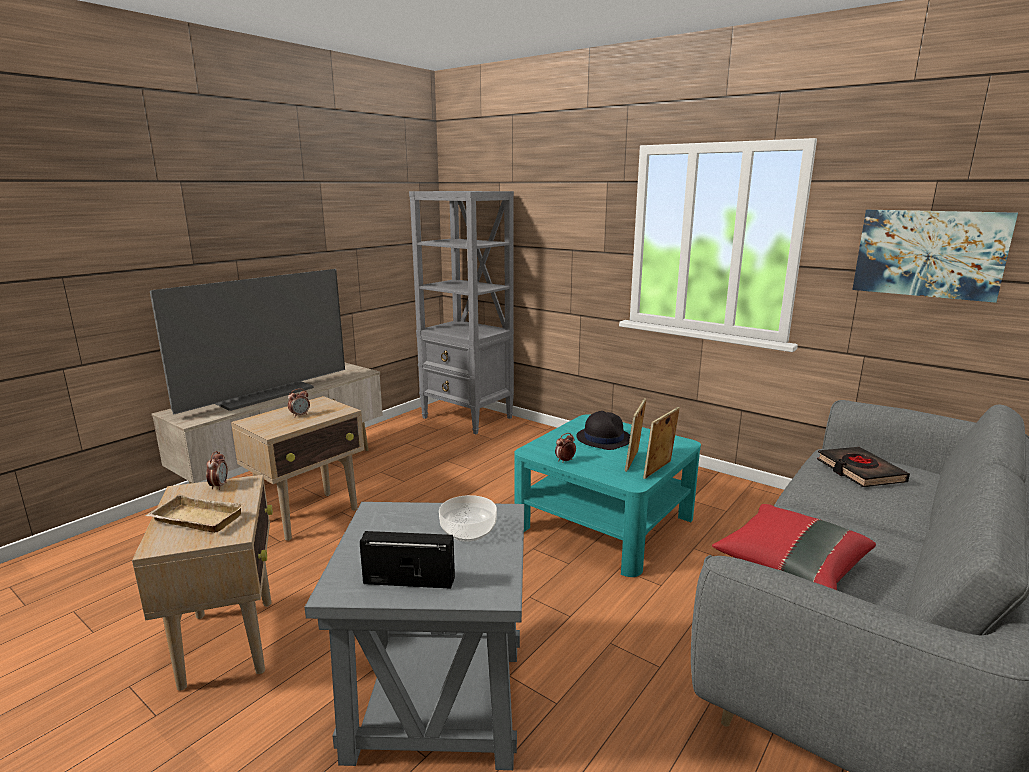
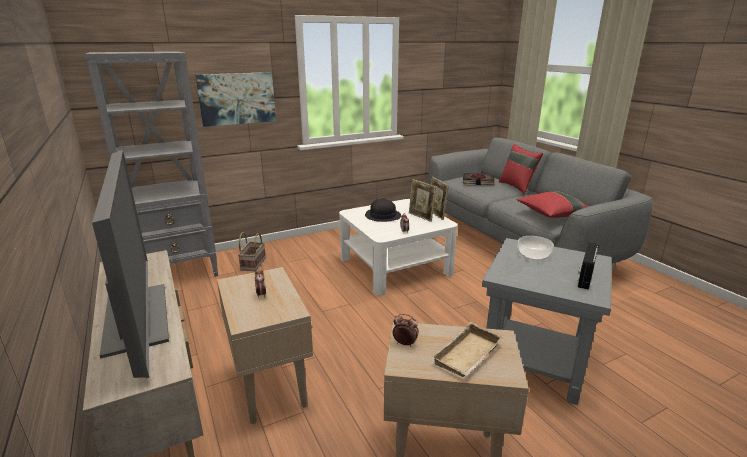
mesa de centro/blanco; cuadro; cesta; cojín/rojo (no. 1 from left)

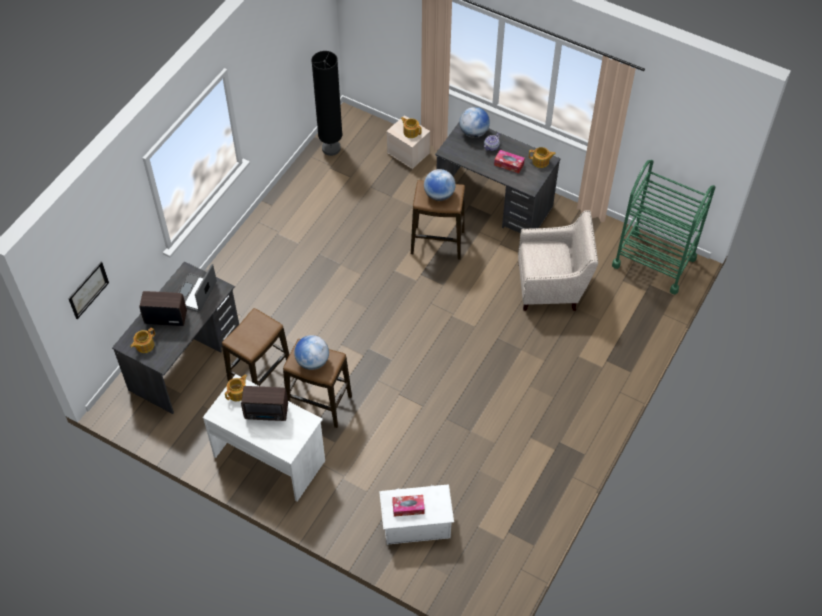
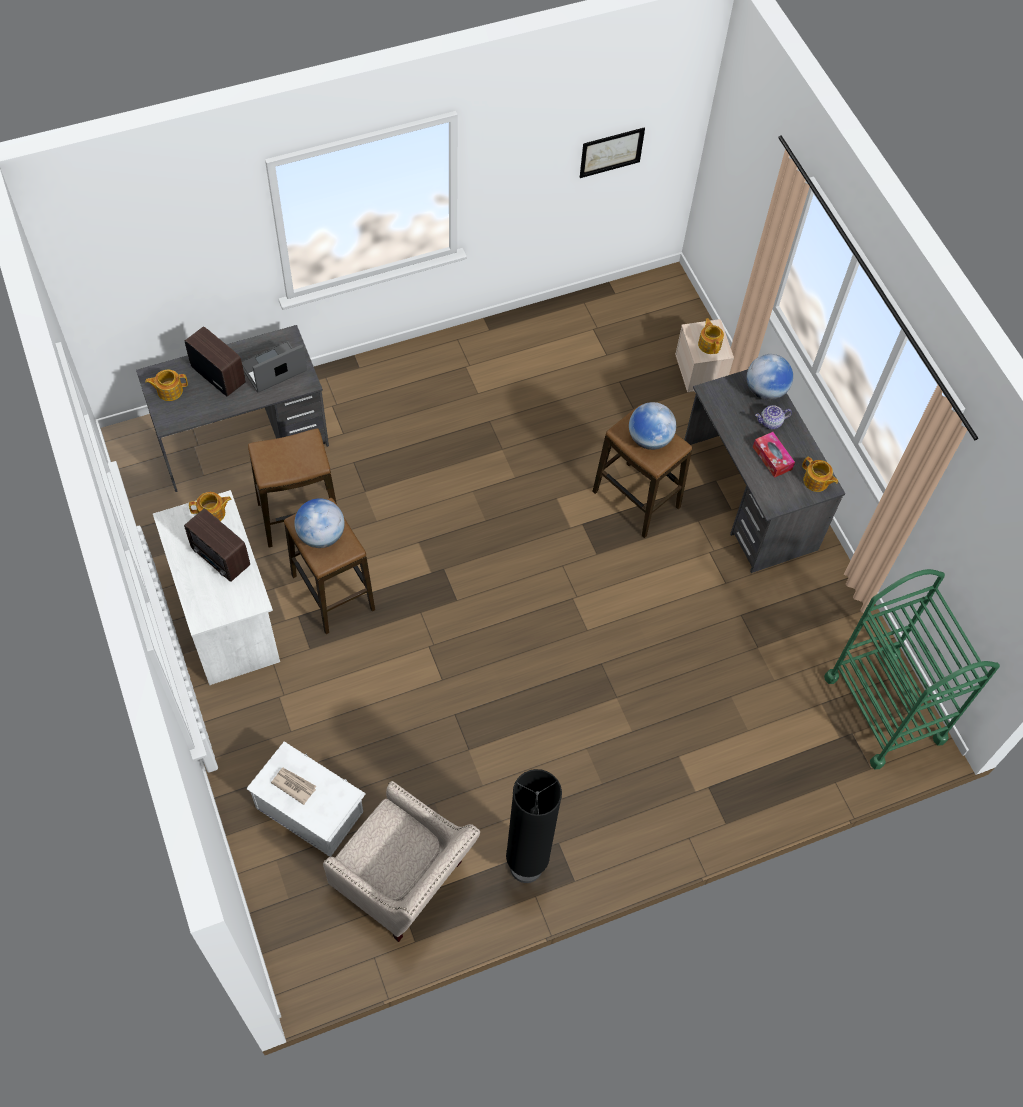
cuadro; lámpara de pie/negro; periódico; sillón/beis

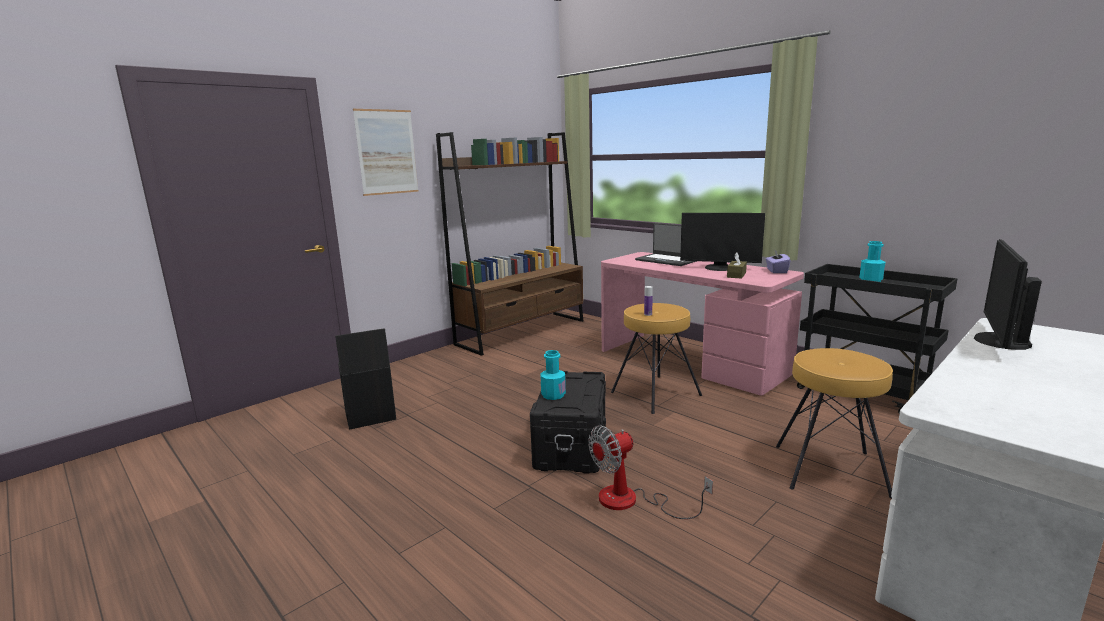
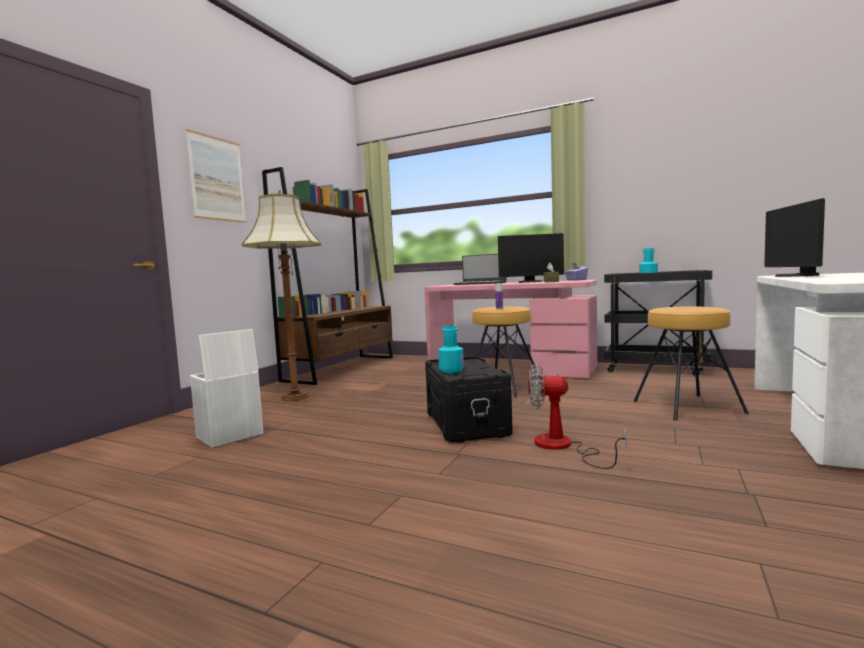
caja de almacenaje/blanco; ventilador; lámpara de pie

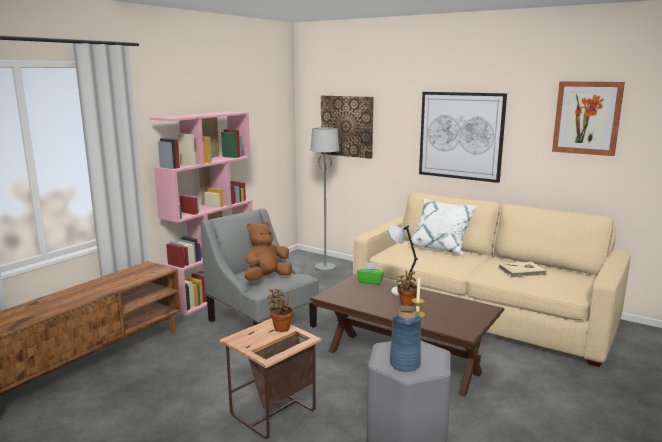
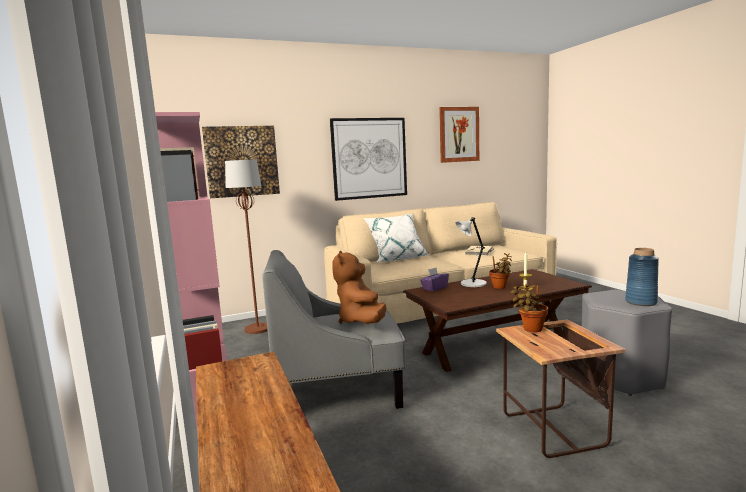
lámpara de pie/marrón; caja de pañuelos/morado

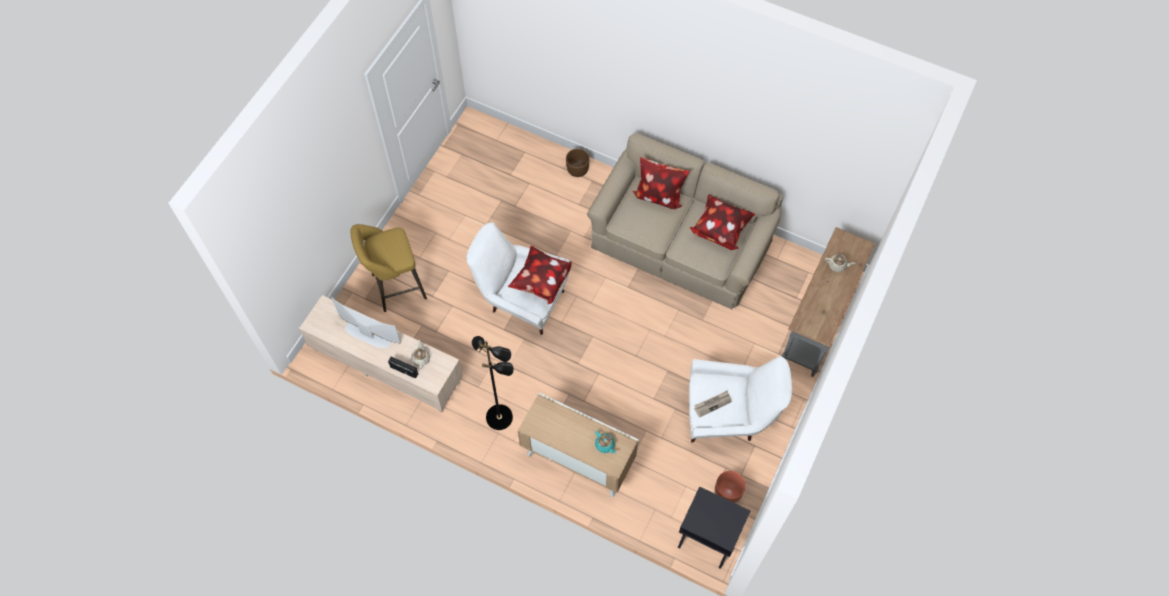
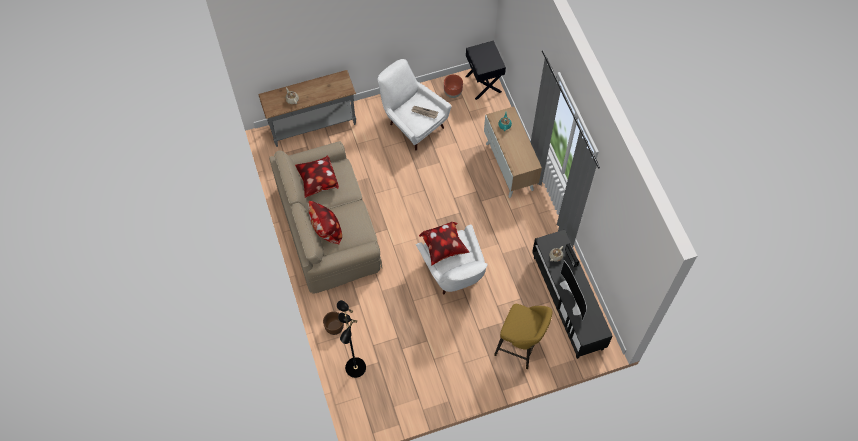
mueble de televisión/negro; lámpara de pie/negro

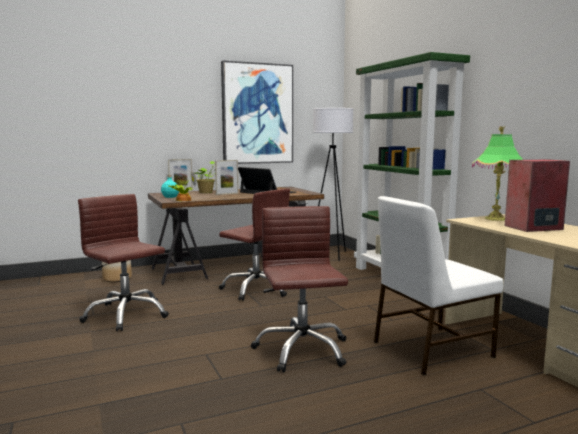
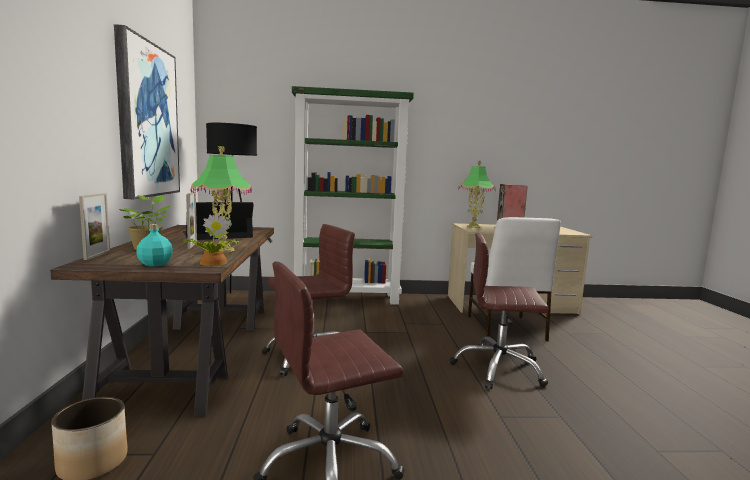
lámpara de pie/negro; lámpara de mesa (no. 1 from left)

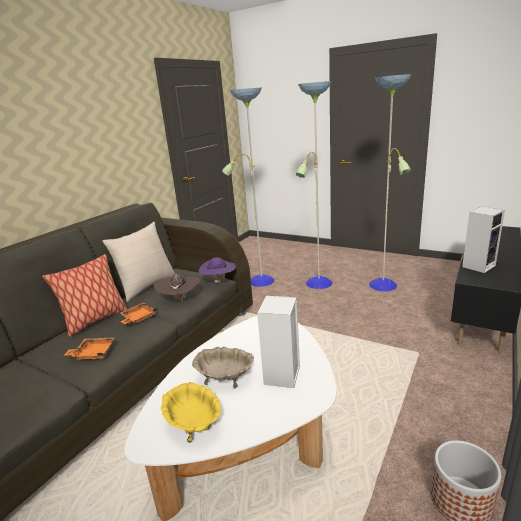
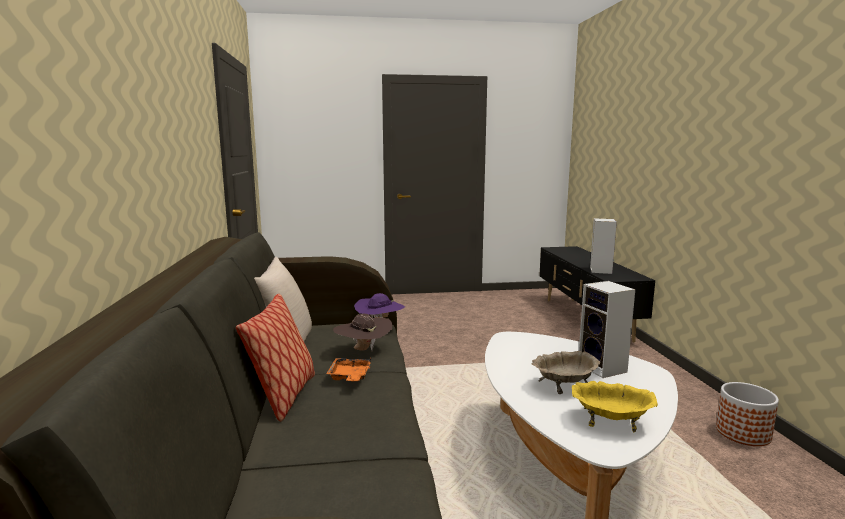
bandeja/naranja (no. 1 from left in the first image); lámpara de pie

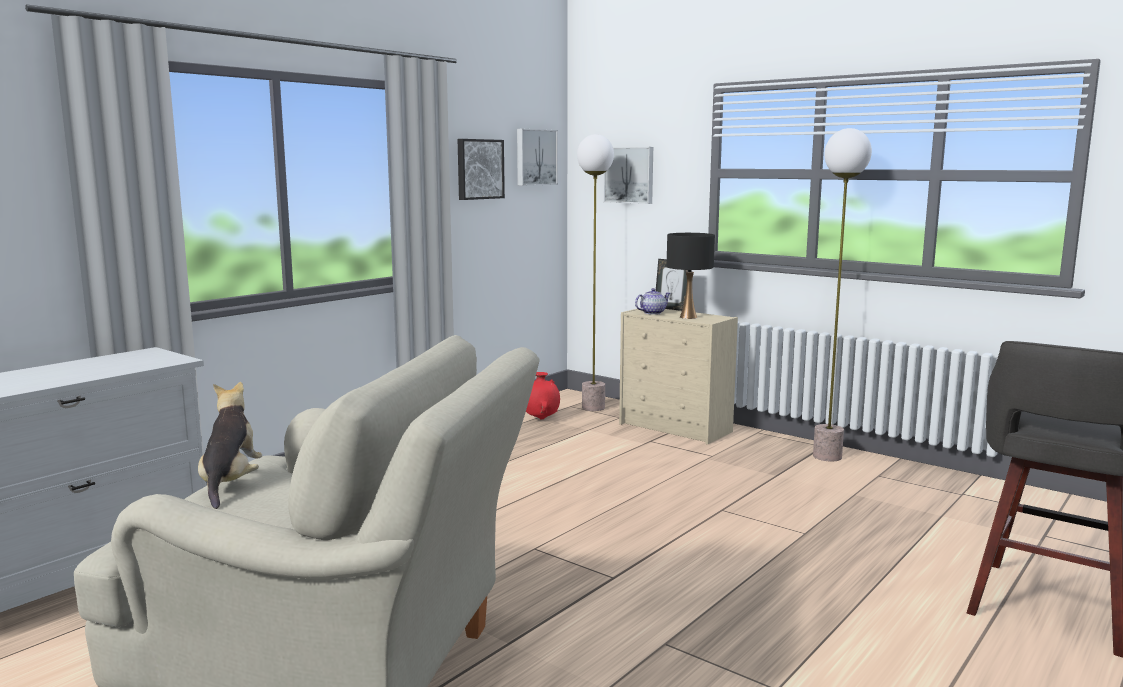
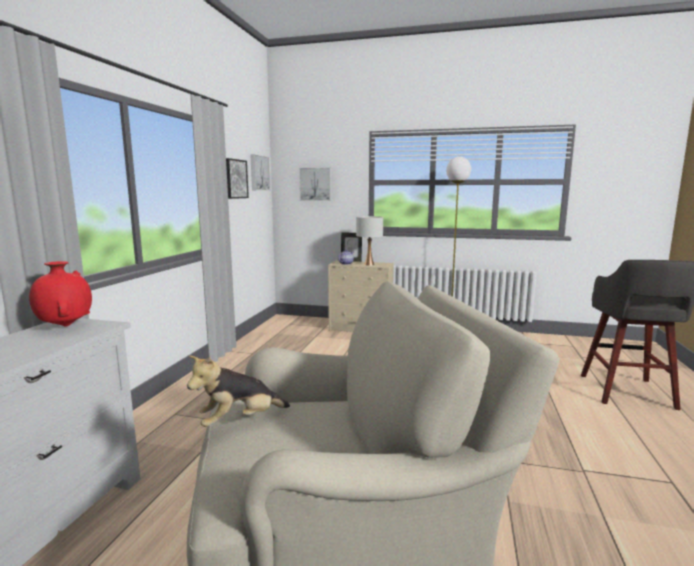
peluche; florero/rojo; lámpara de pie (no. 1 from left in the first image); lámpara de mesa/blanco

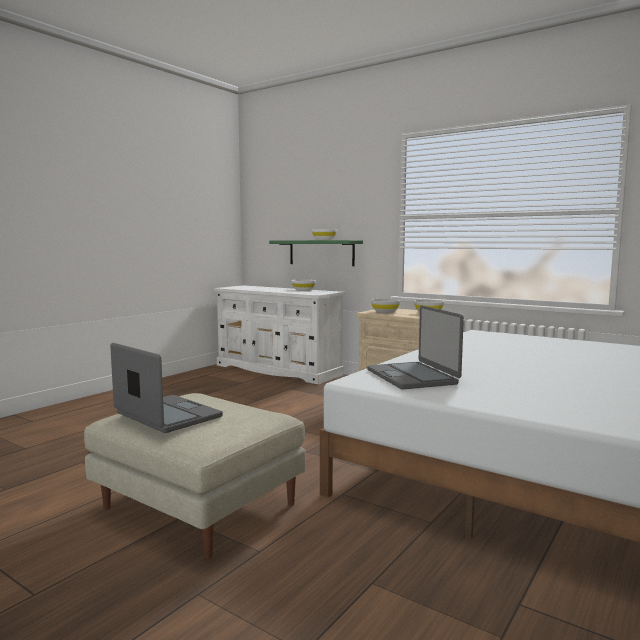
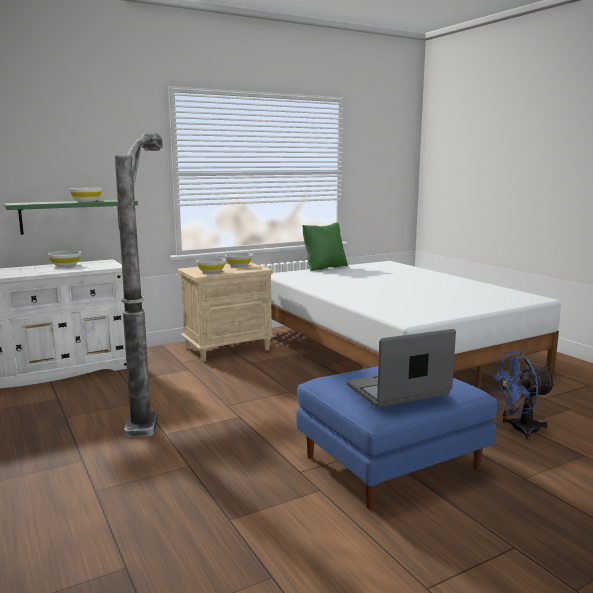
puf/azul; portátil (no. 2 from left in the first image); lámpara de pie; cojín/verde; ventilador/azul

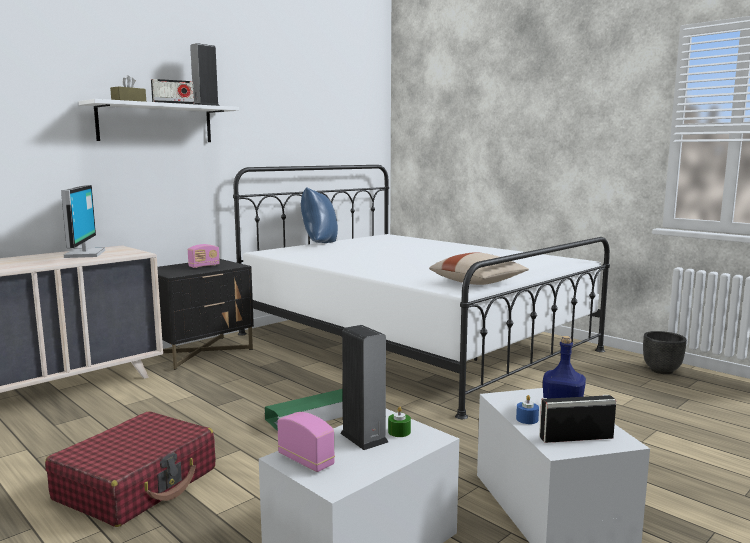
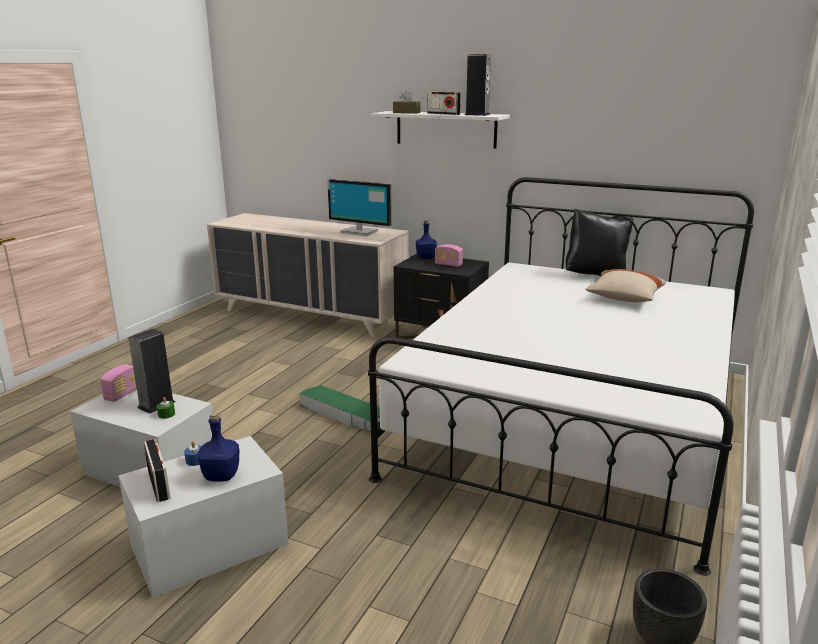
maleta/rojo; monitor; cojín/negro; cojín/beis; botella/azul (no. 2 from left)

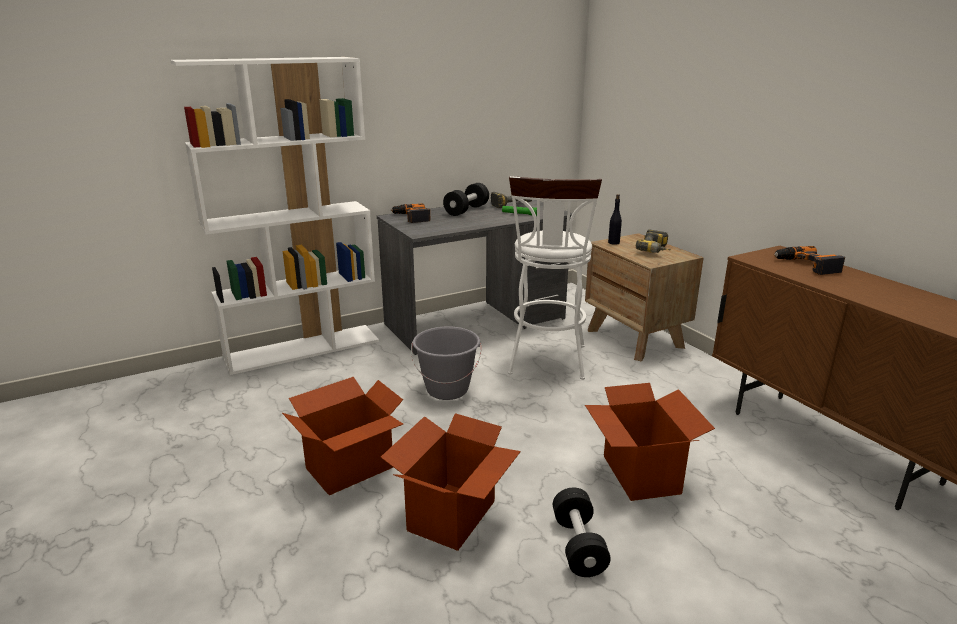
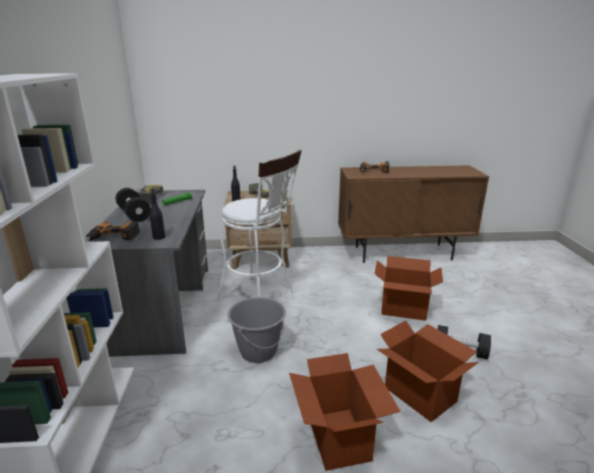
botella/negro (no. 1 from left)

